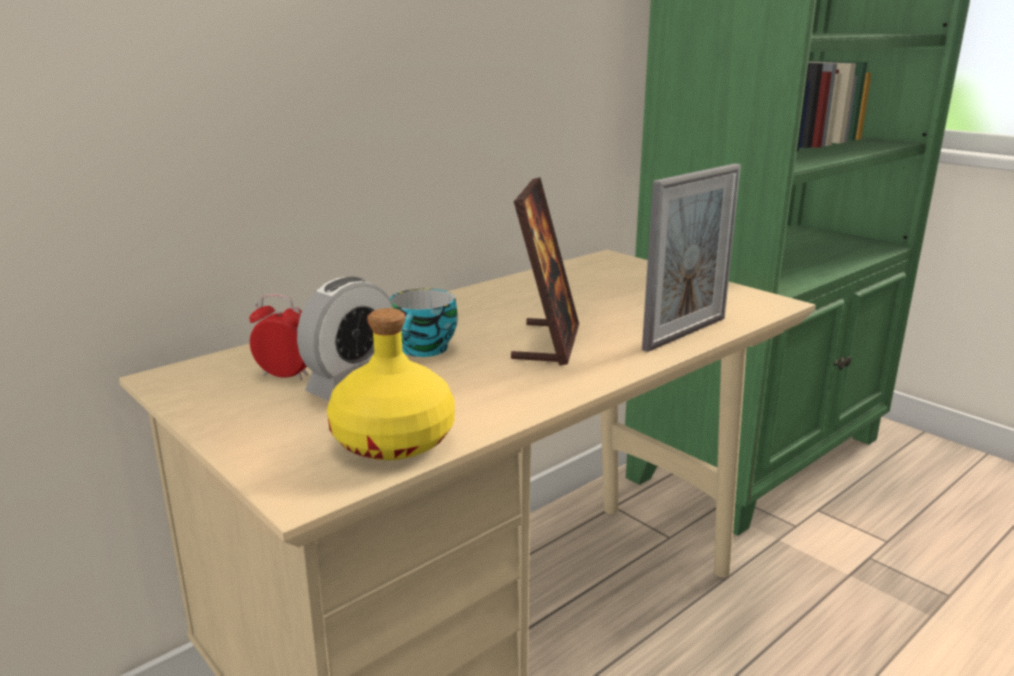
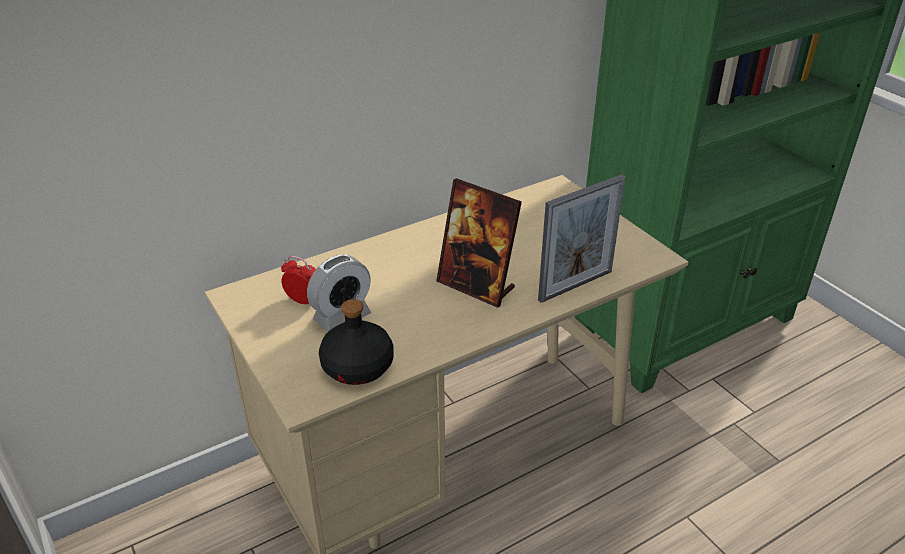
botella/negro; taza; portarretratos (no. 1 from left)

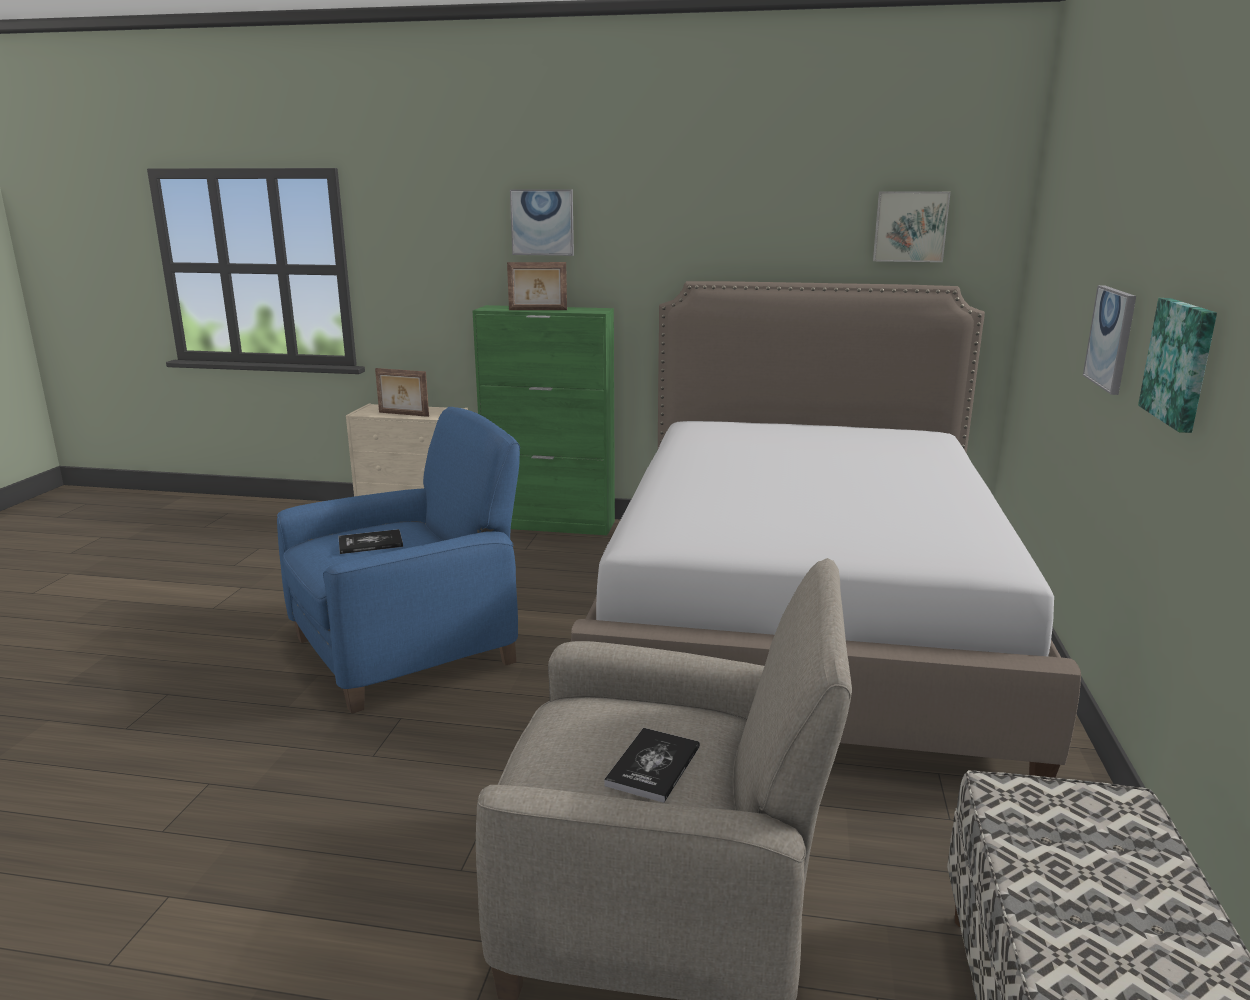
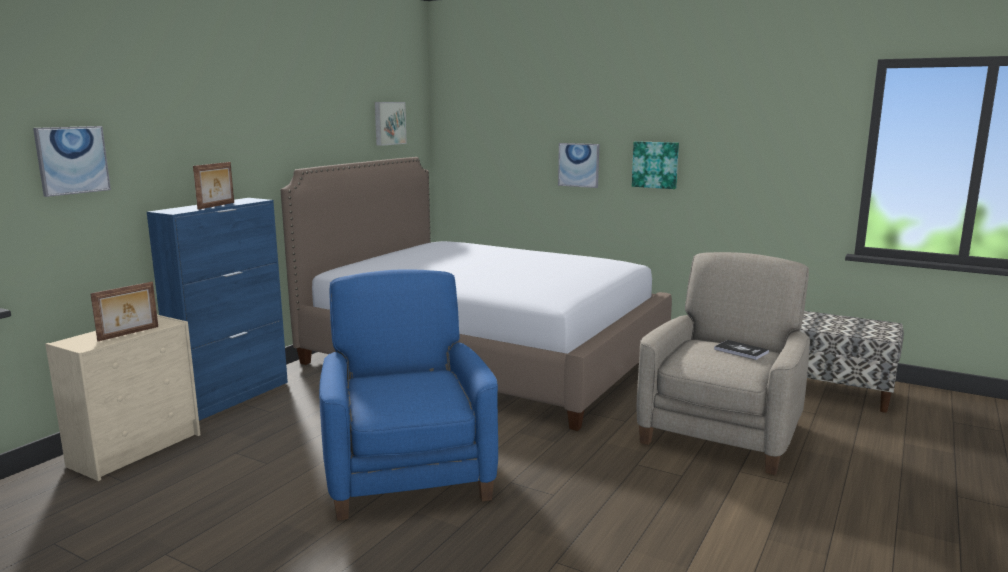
libro (no. 1 from left in the first image); armario/azul; cuadro (no. 1 from left)

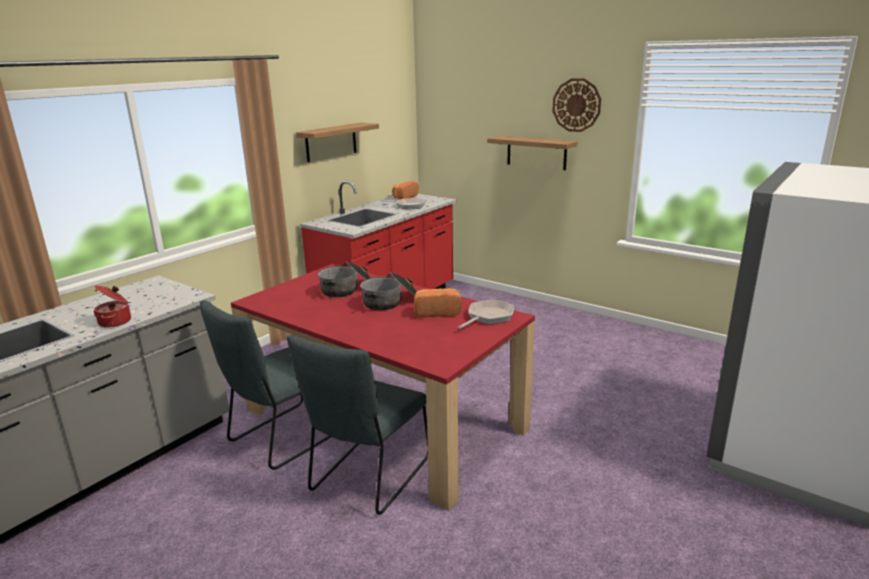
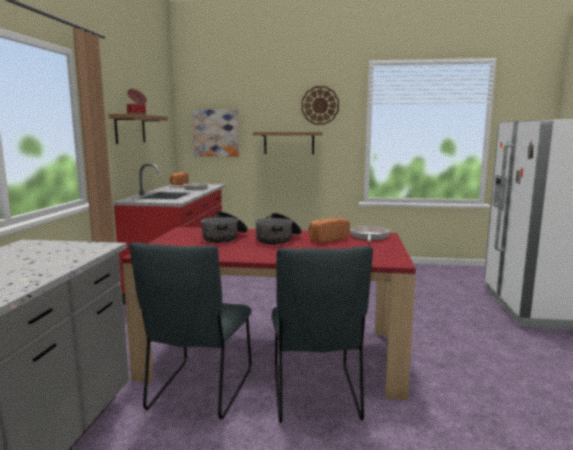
olla (no. 1 from left); cuadro

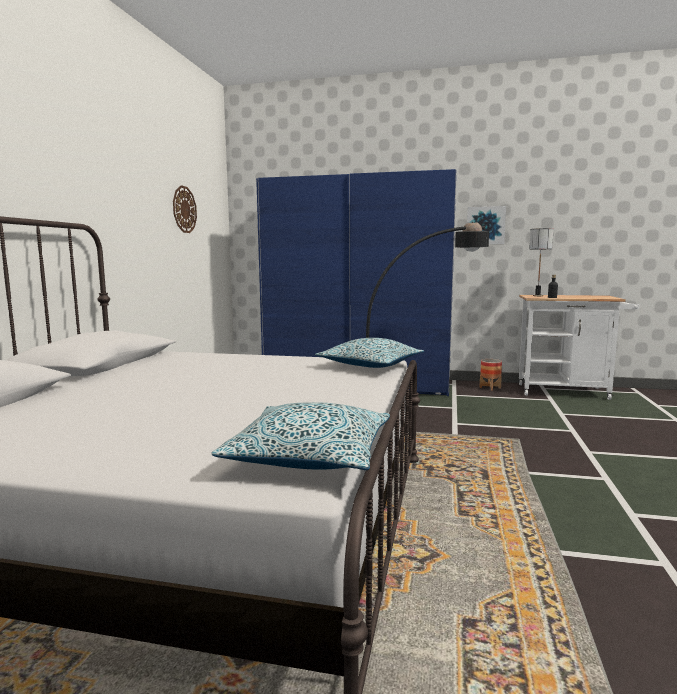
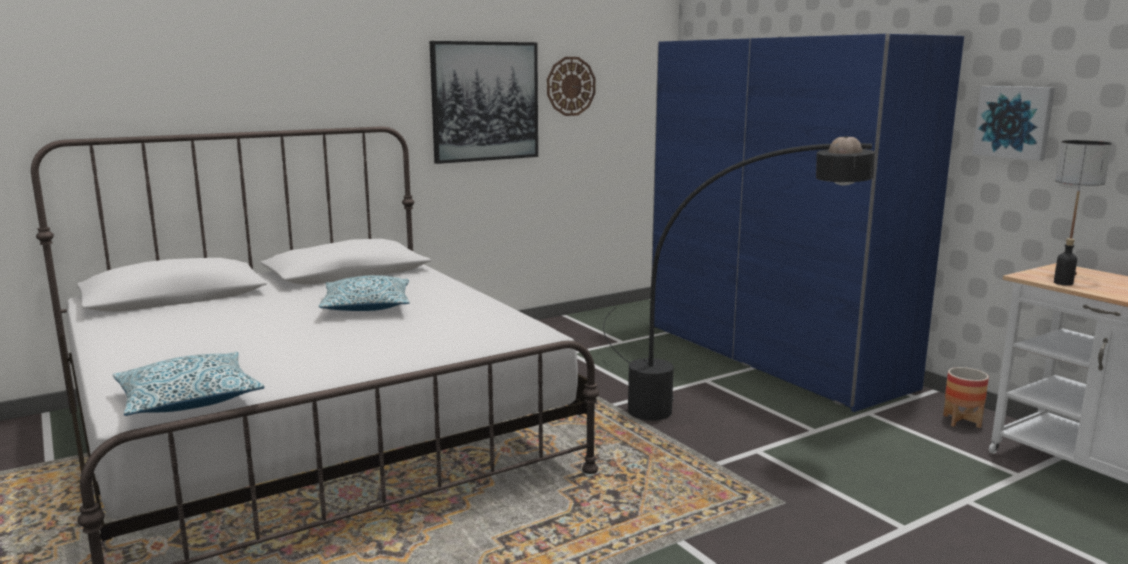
cojín (no. 2 from left); cuadro (no. 1 from left)

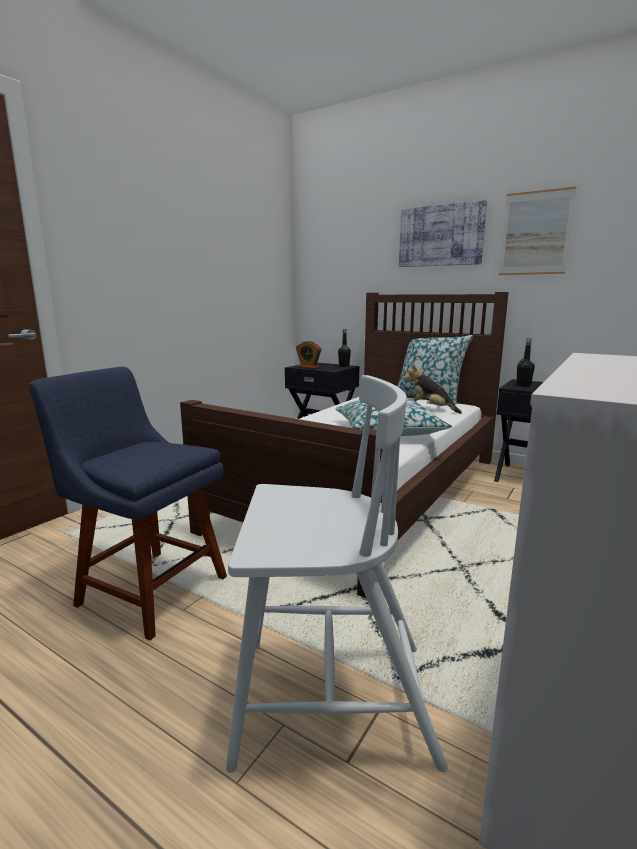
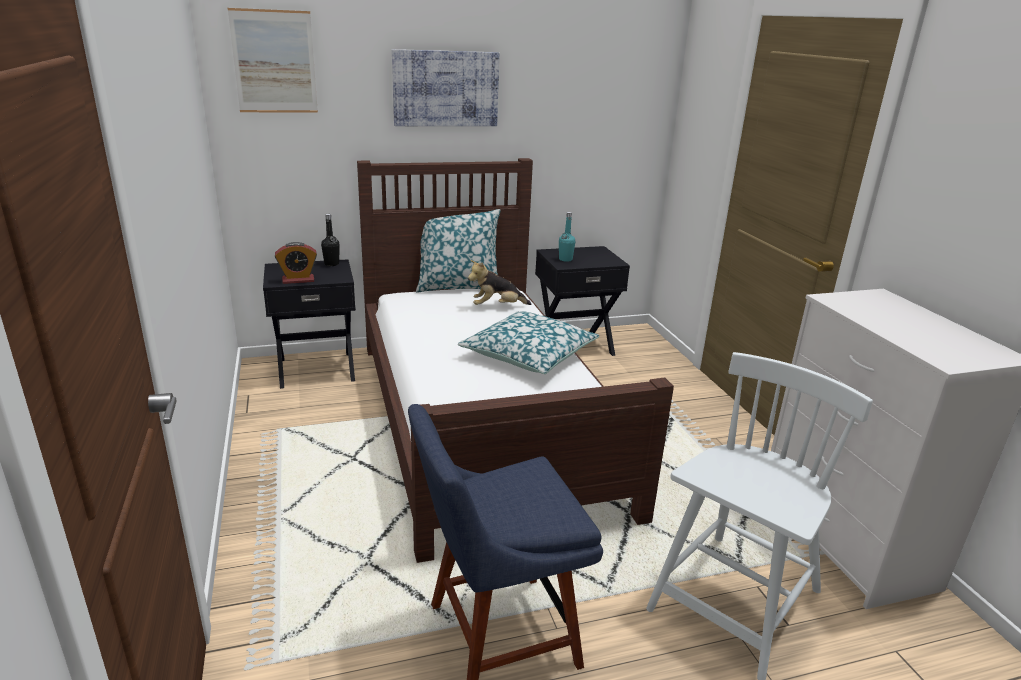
cuadro (no. 1 from left); botella/turquesa

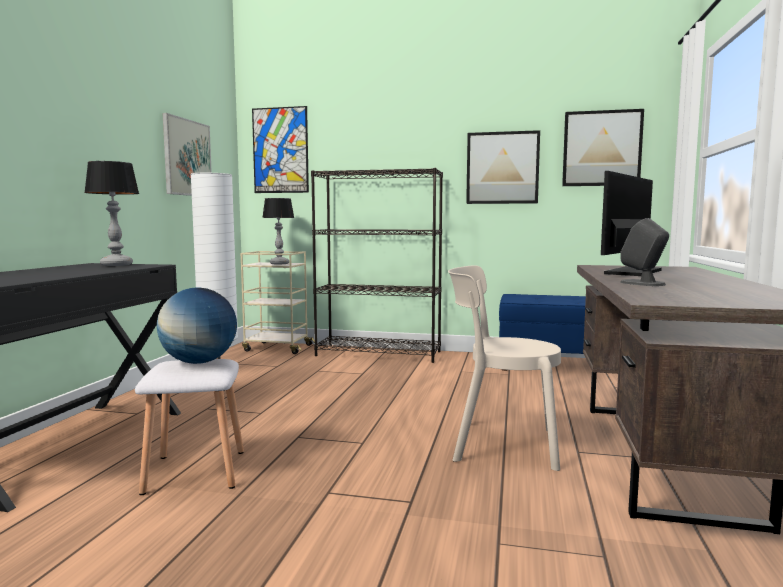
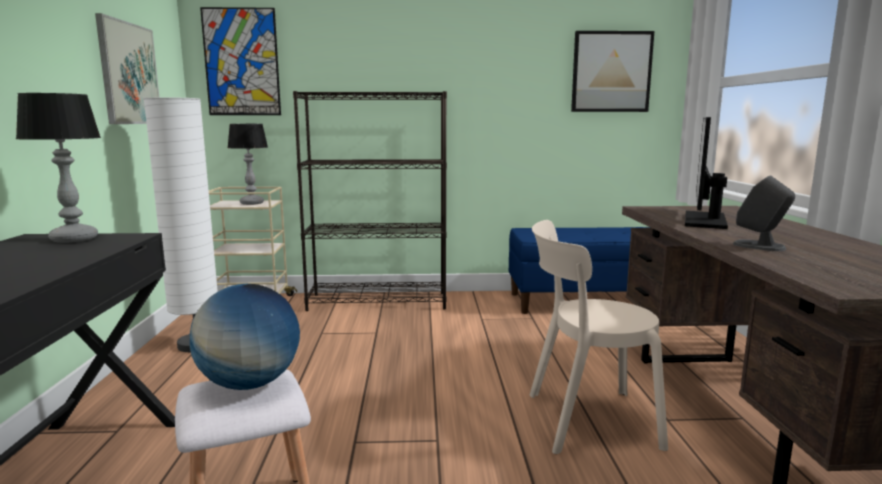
cuadro (no. 3 from left in the first image)

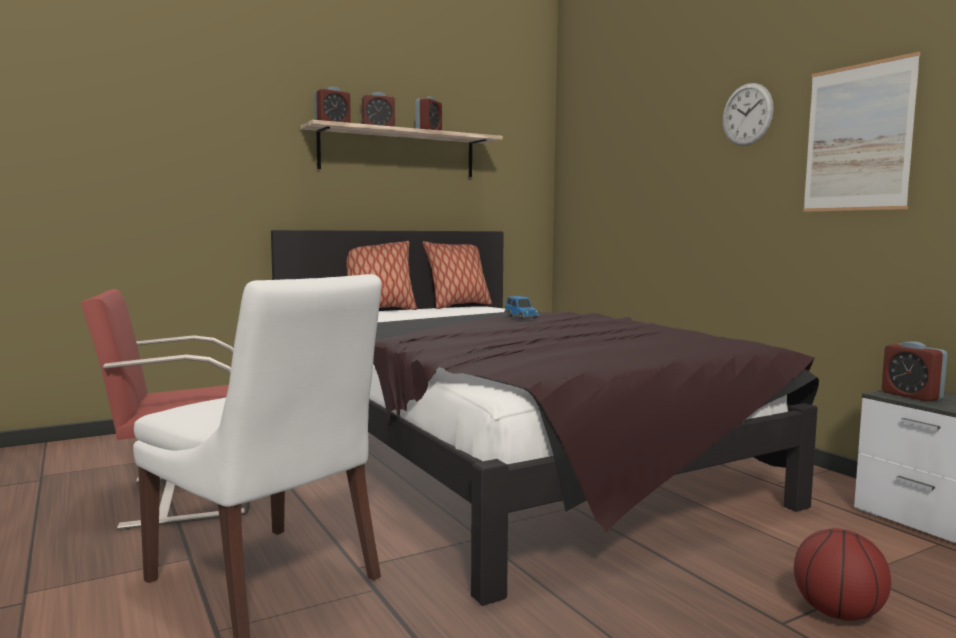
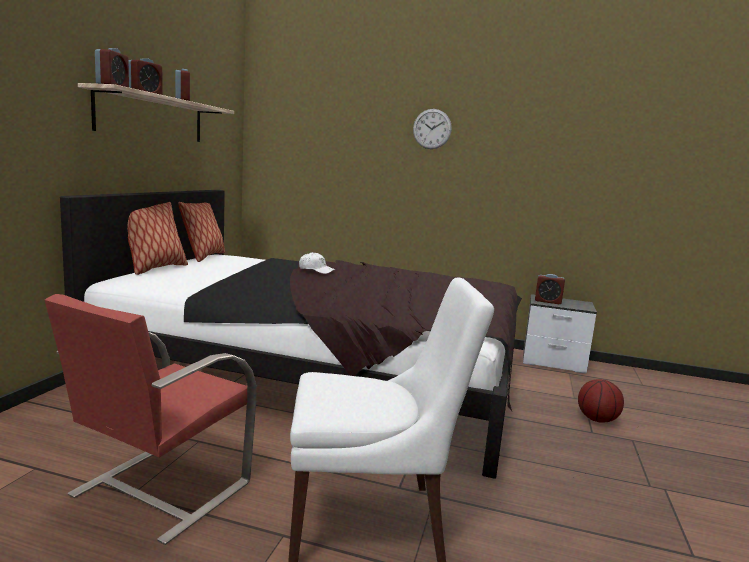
gorra/blanco; cuadro

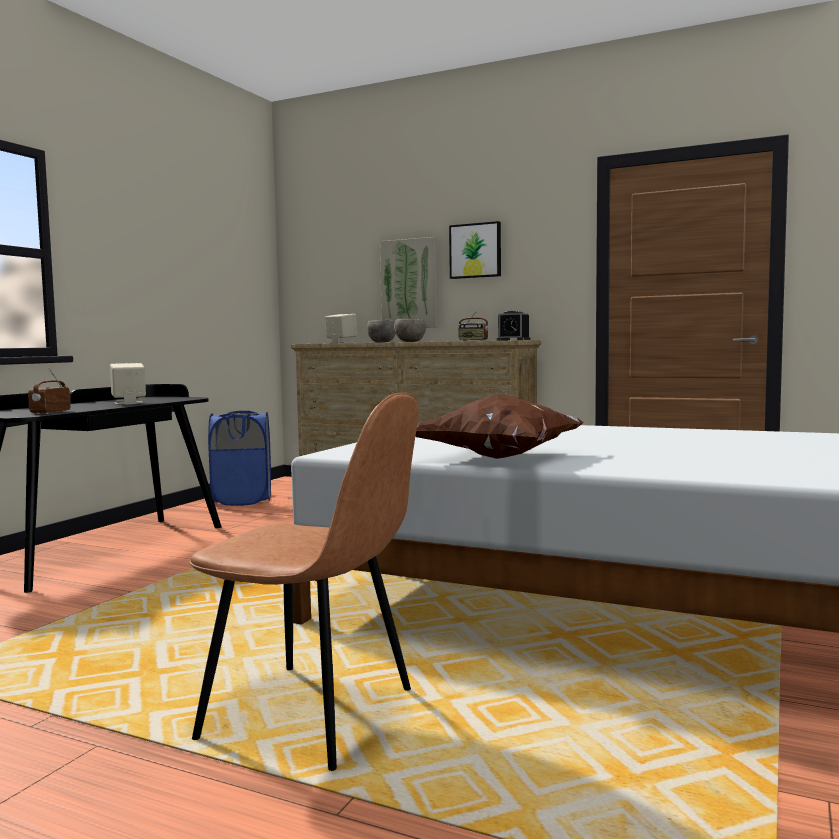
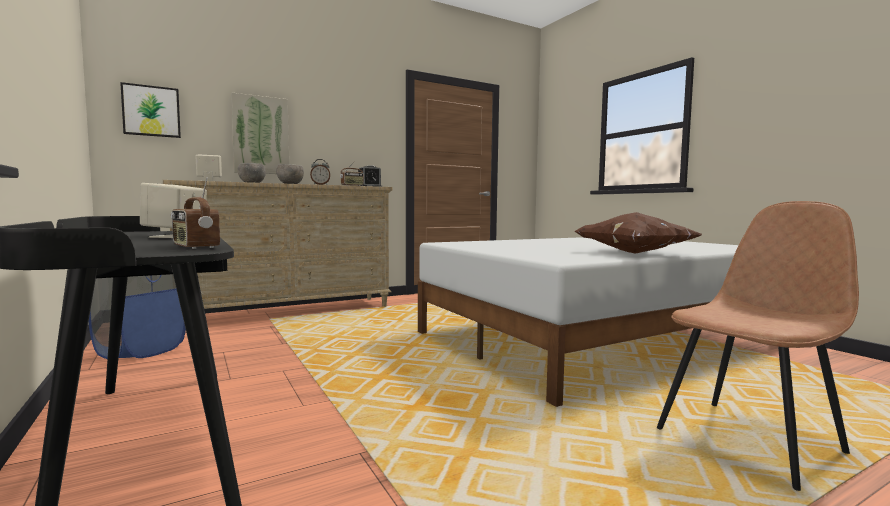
cuadro (no. 1 from left); despertador (no. 1 from left)

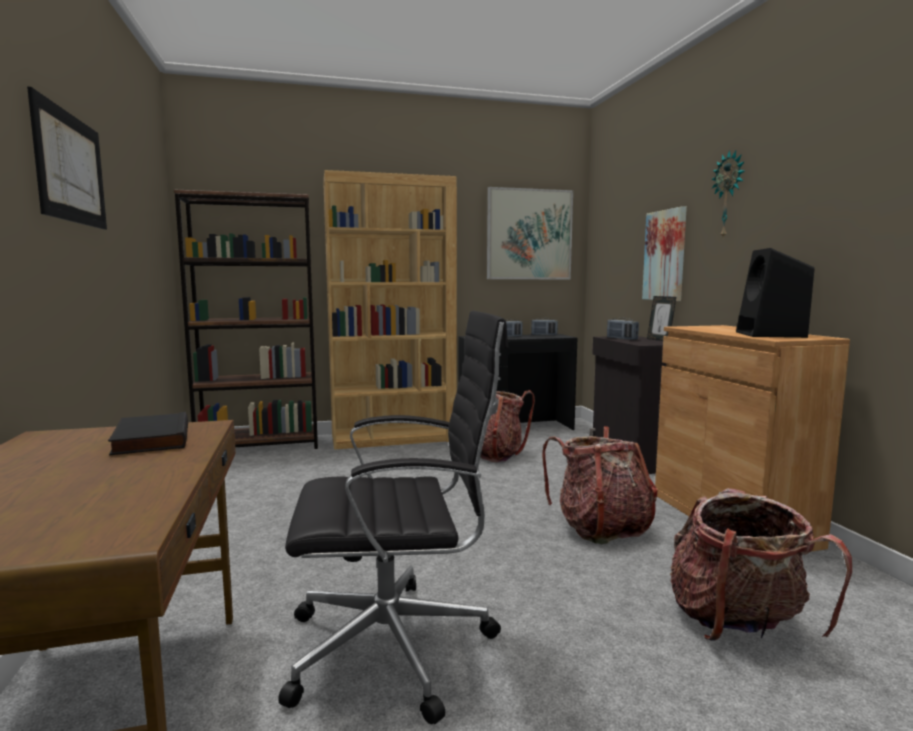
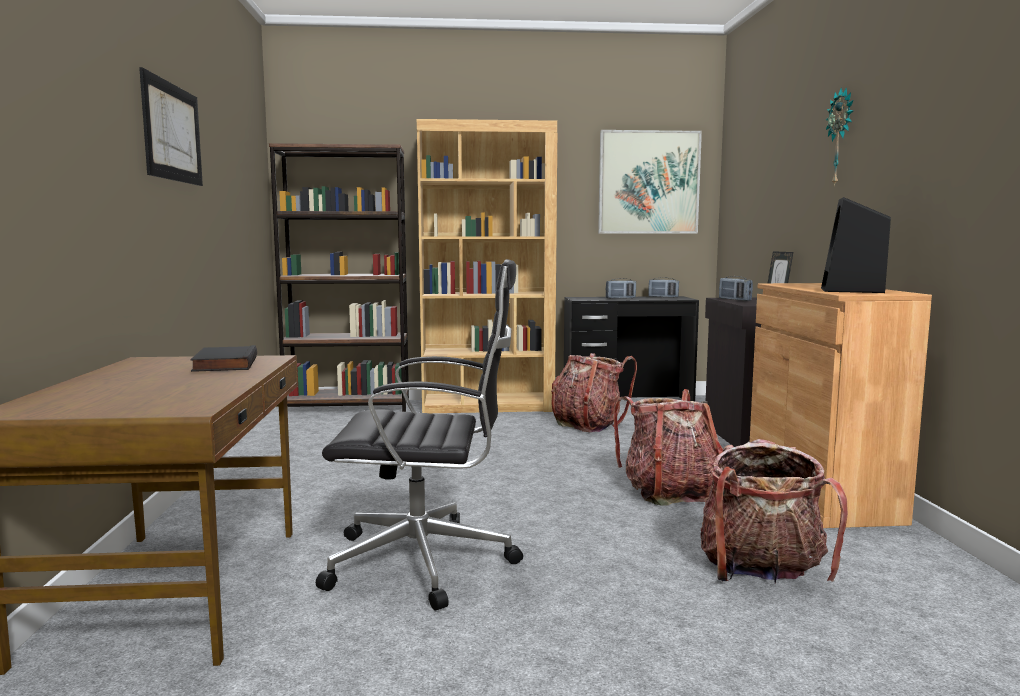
cuadro (no. 3 from left in the first image)

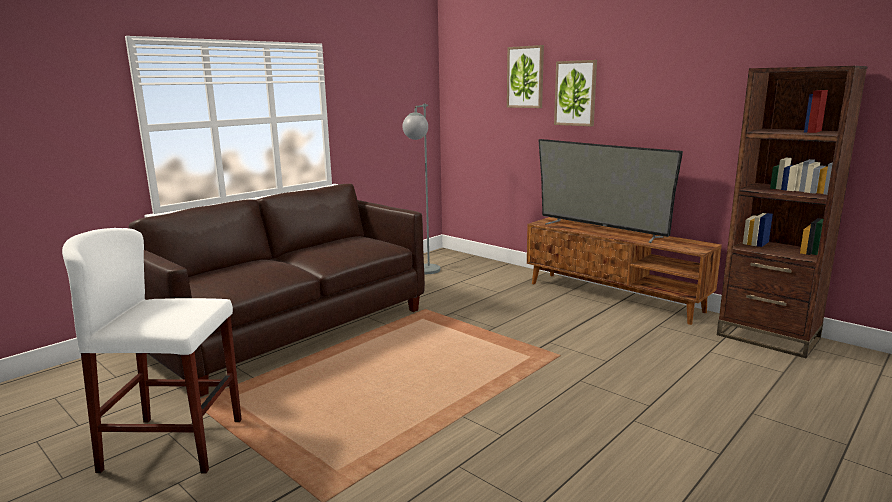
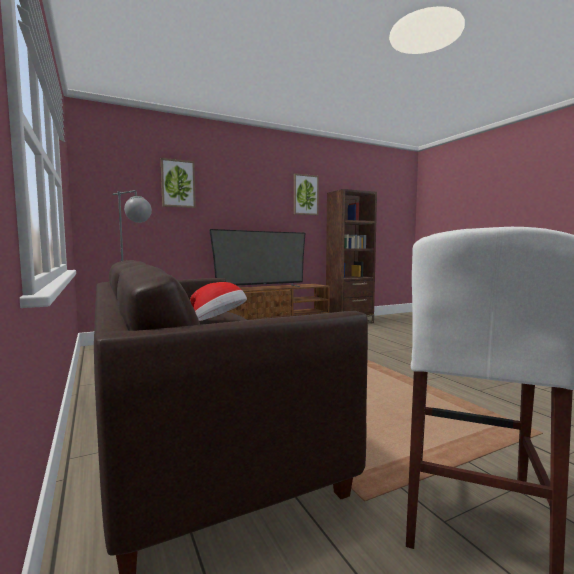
cuadro (no. 2 from left); sombrero

